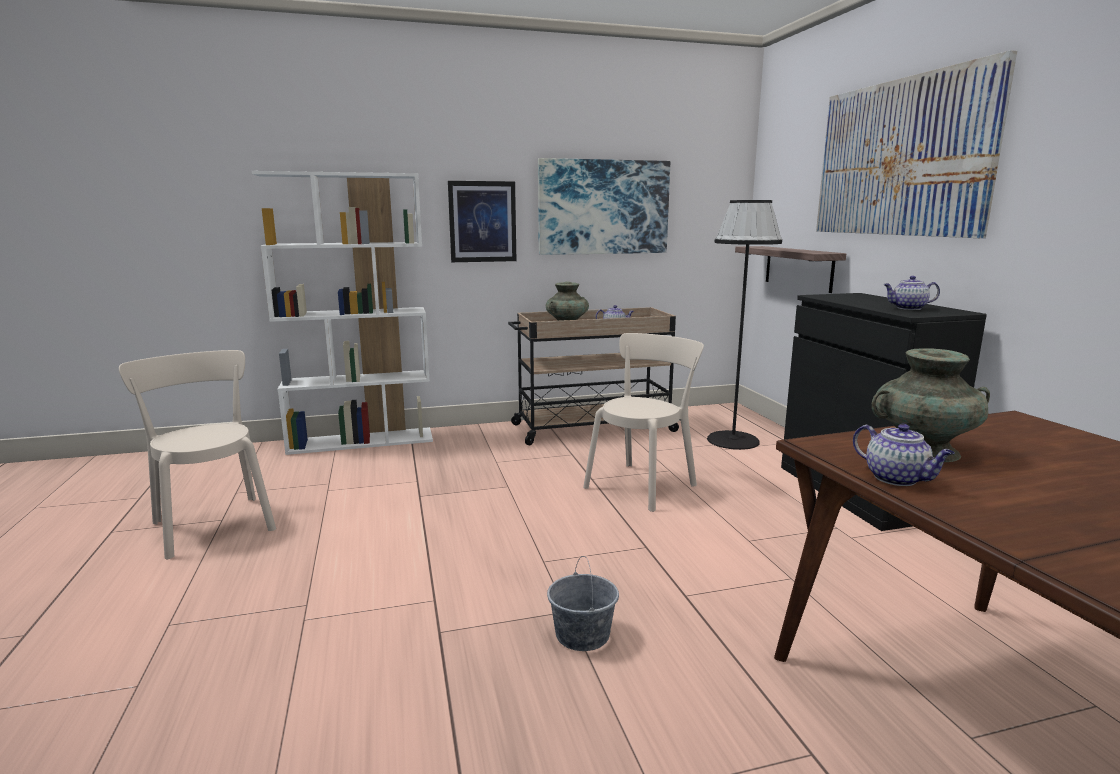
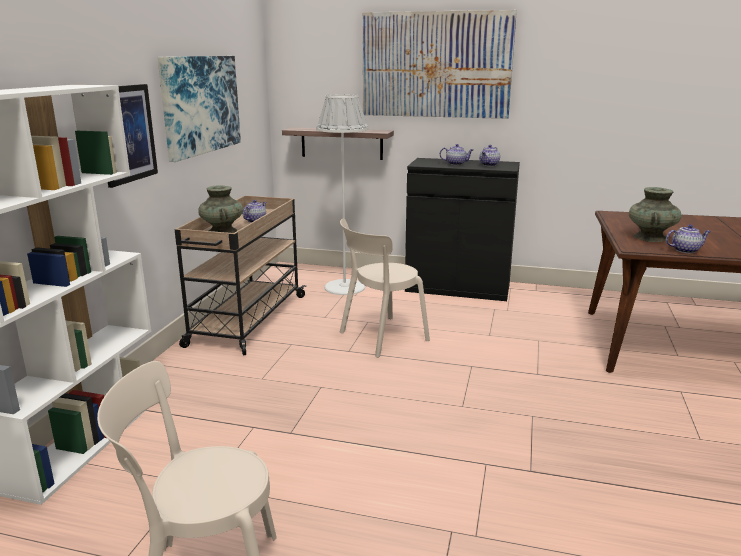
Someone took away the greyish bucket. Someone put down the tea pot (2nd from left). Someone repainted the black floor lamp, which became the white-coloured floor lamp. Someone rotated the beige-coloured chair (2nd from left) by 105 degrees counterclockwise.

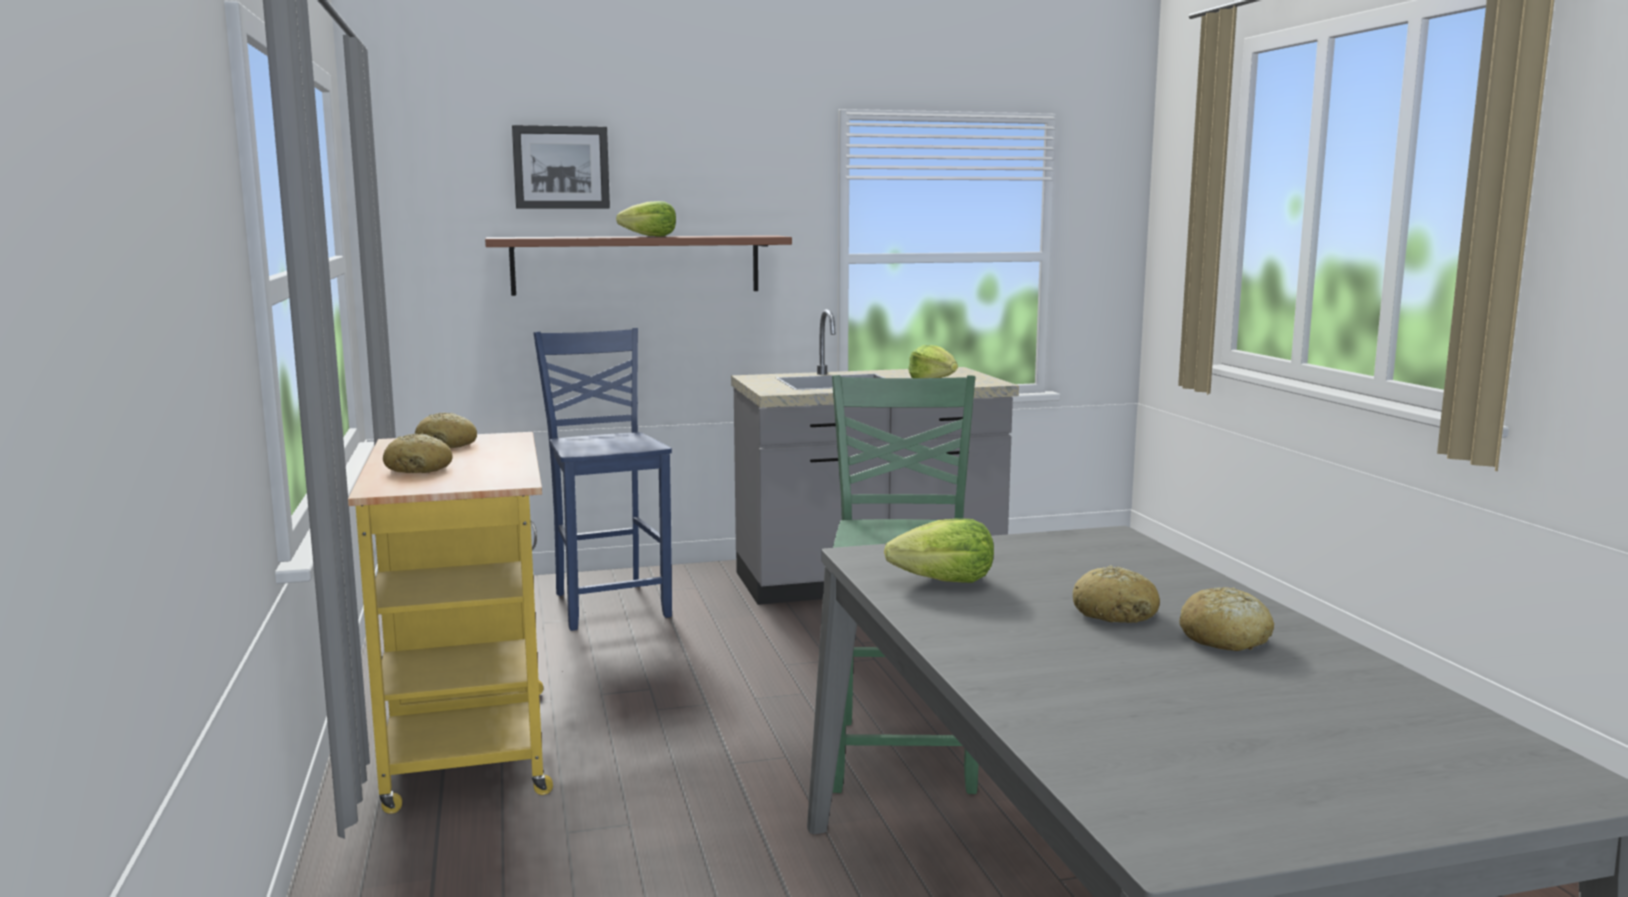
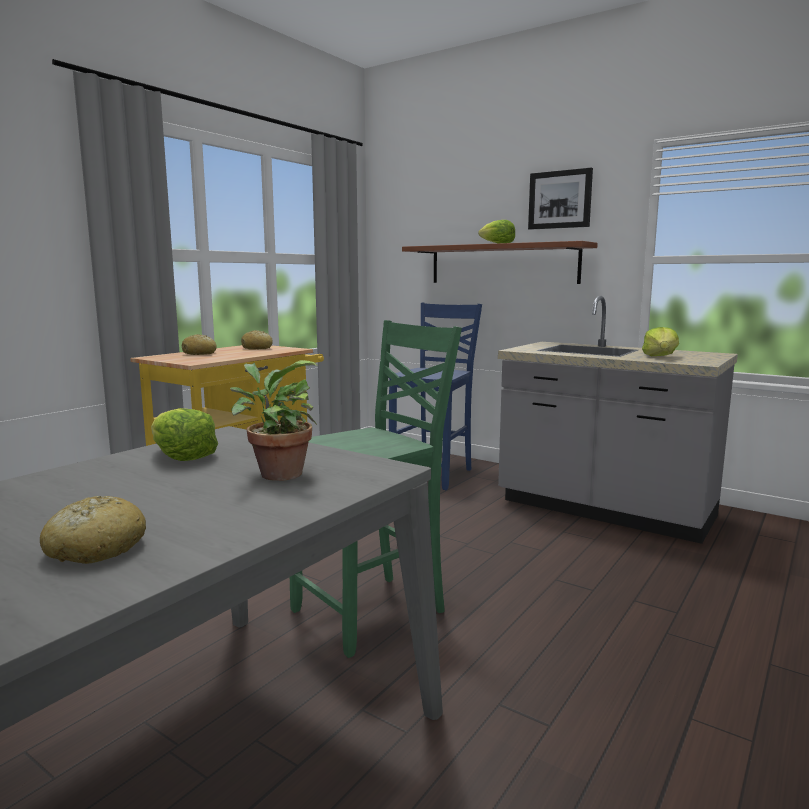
Someone took away the bread (3rd from left). Someone put down the potted plant. Someone carried the wall art.

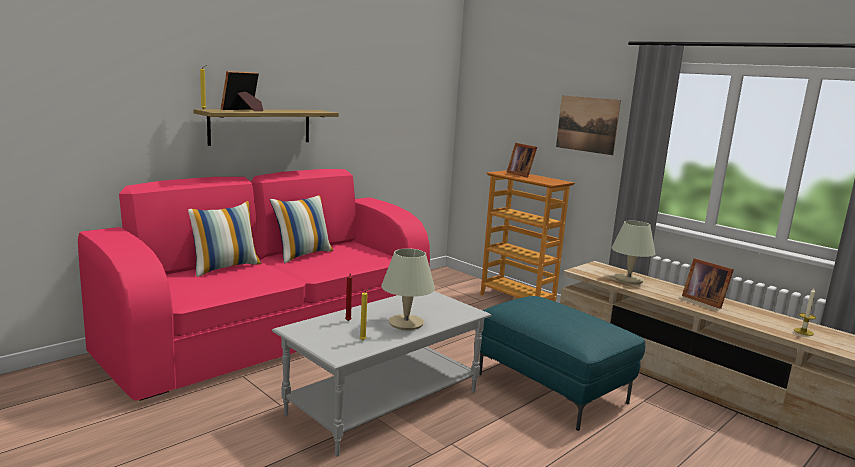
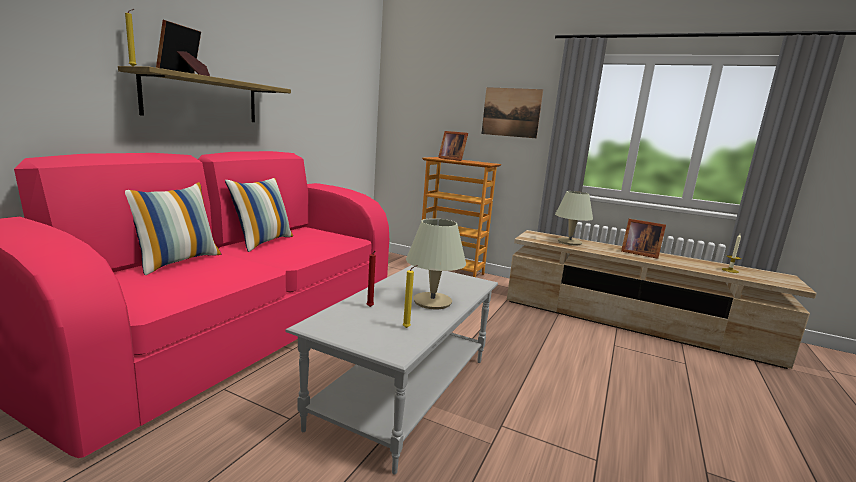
Someone took away the turquoise ottoman.

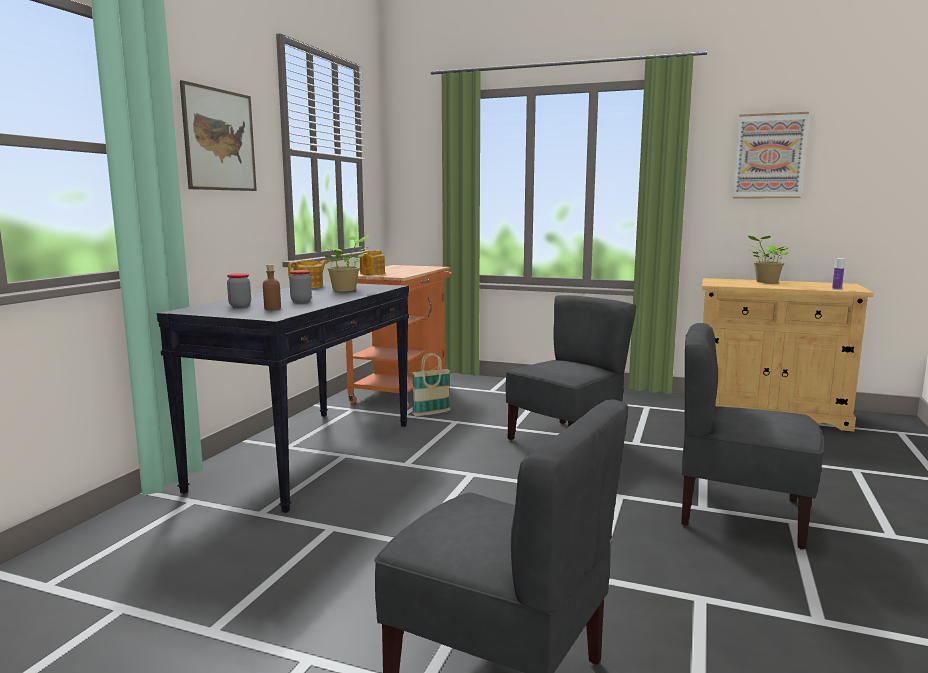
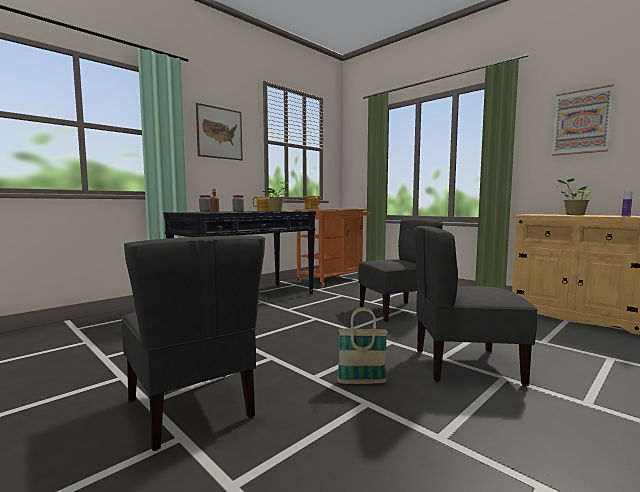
Someone carried the basket. Someone rotated the greyish chair (3rd from left) by 45 degrees counterclockwise.

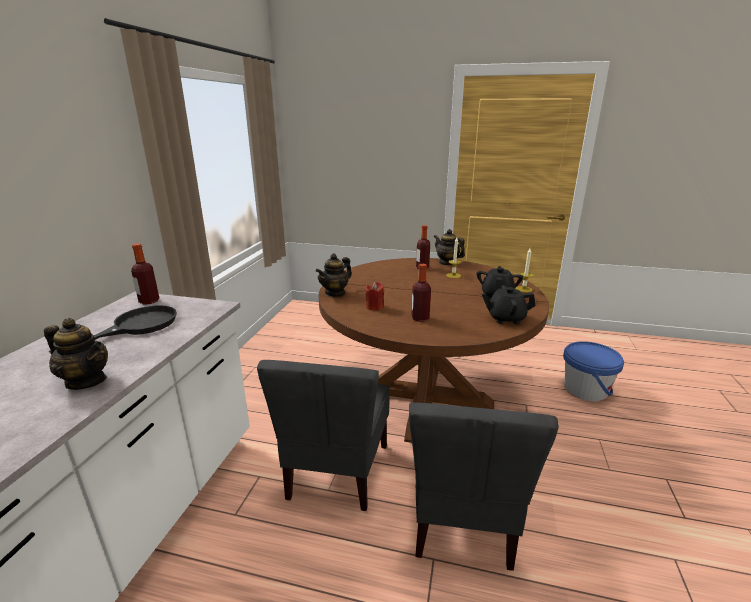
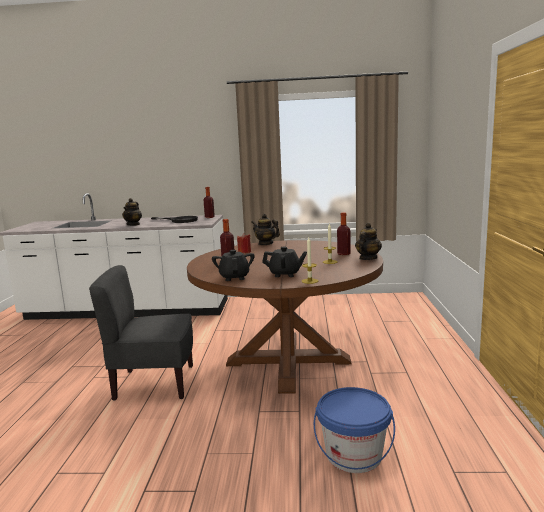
Someone took away the greyish chair (1st from left).

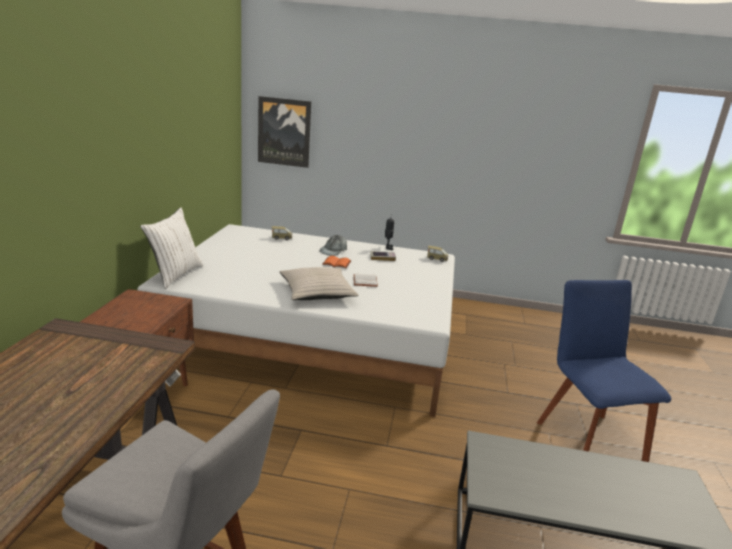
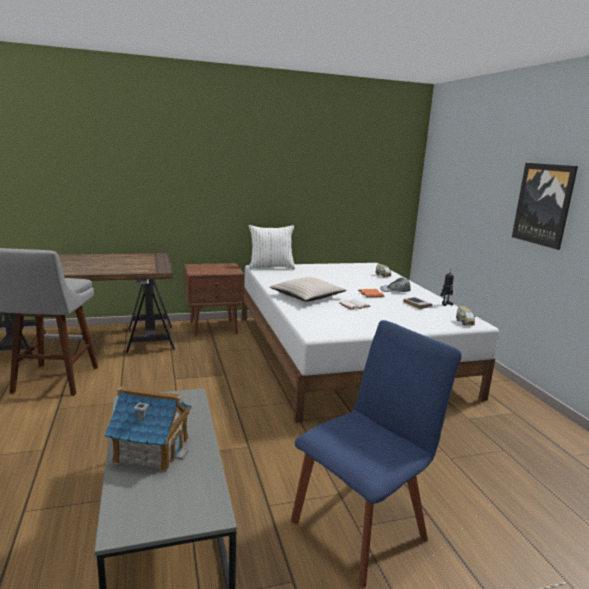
Someone put down the miniature house. Someone carried the wall art.

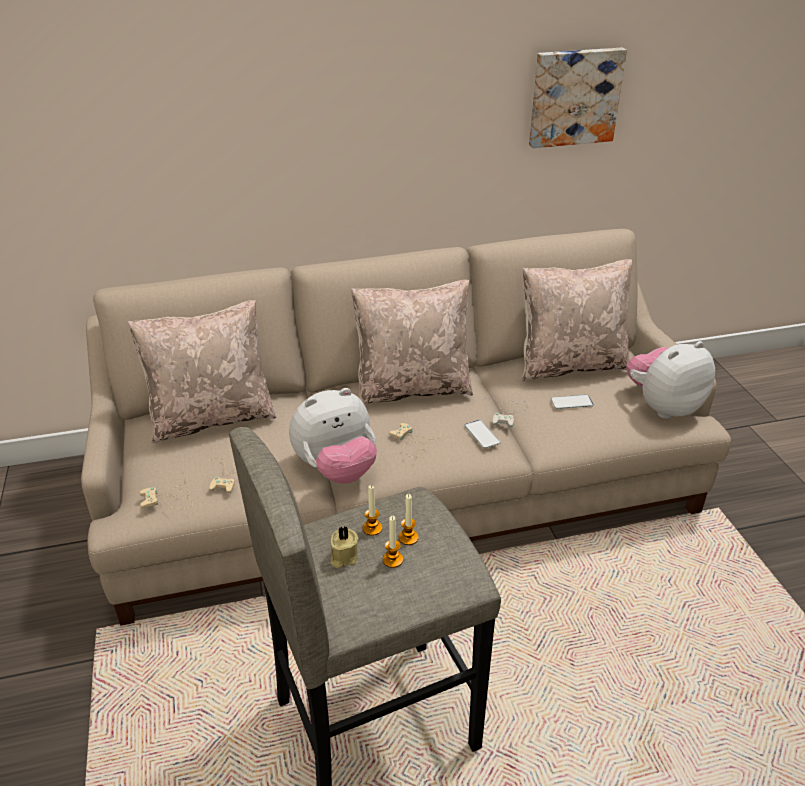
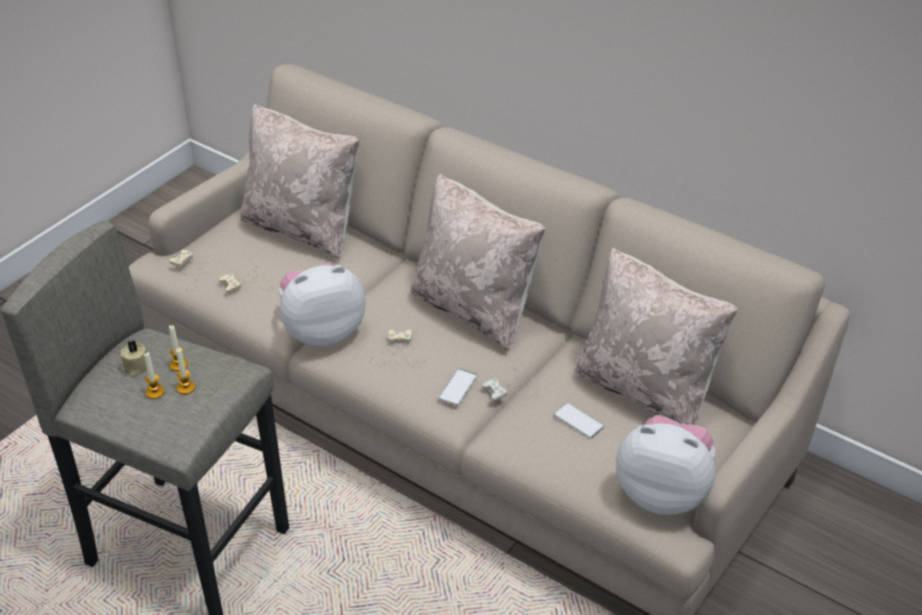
Someone took away the wall art. Someone rotated the plush toy (1st from left) by 135 degrees clockwise.

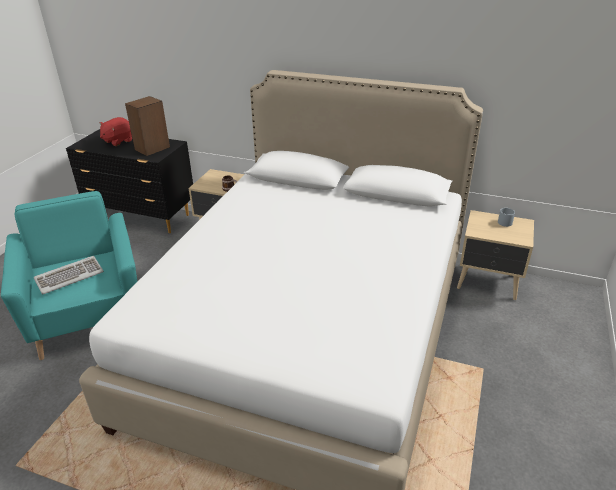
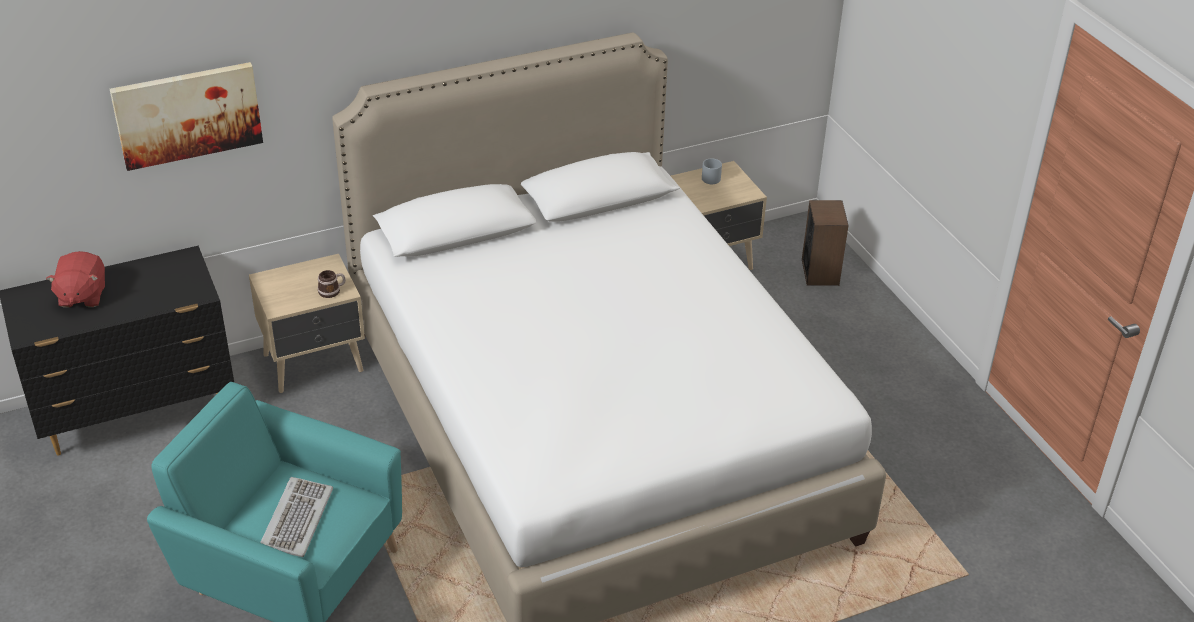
Someone put up the wall art. Someone carried the speaker.

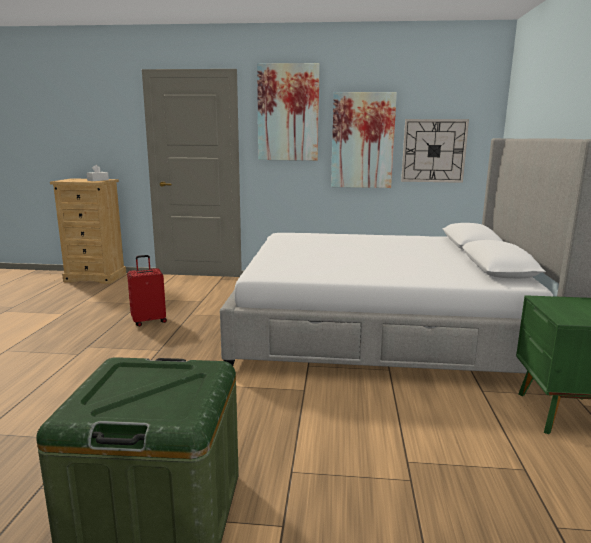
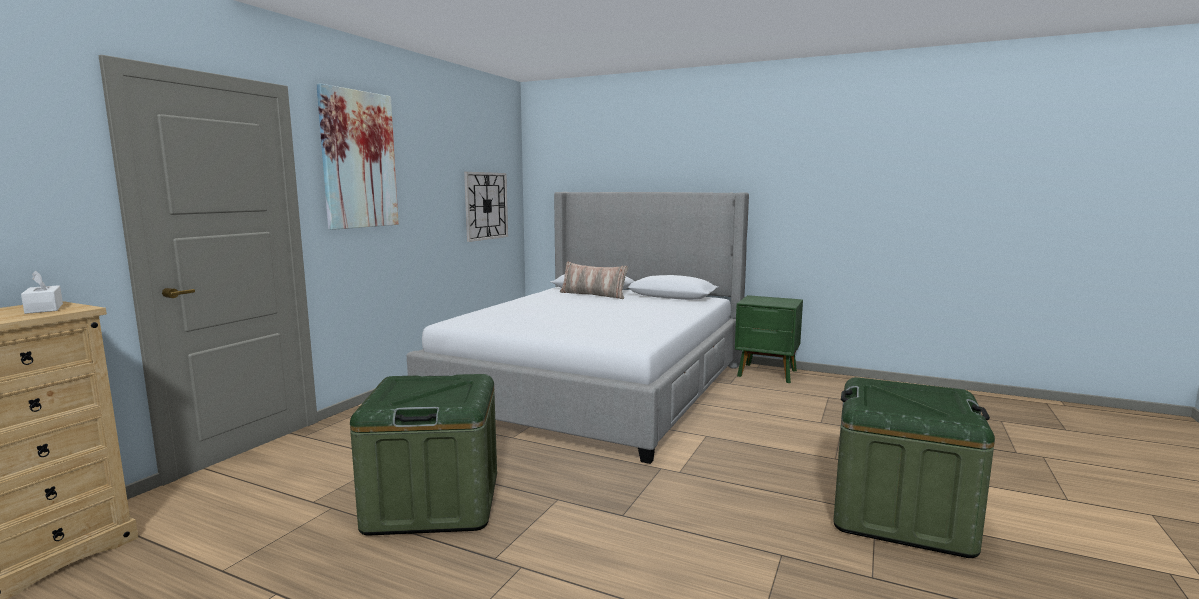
Someone took away the wall art (2nd from left). Someone put down the cushion. Someone swapped the reddish piece of luggage for the green-coloured storage container (1st from left).

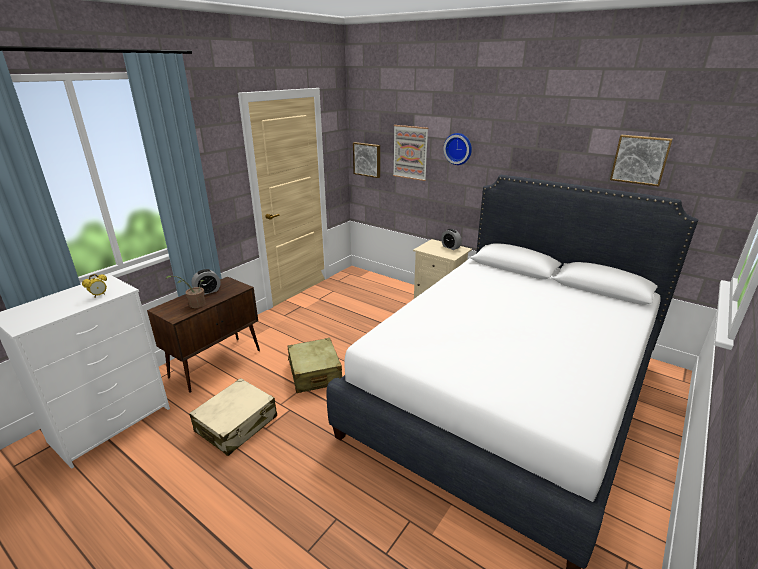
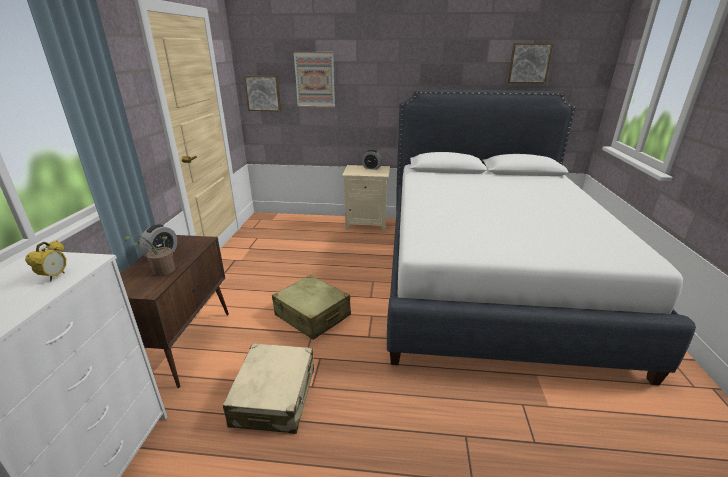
Someone took away the clock on the wall.

